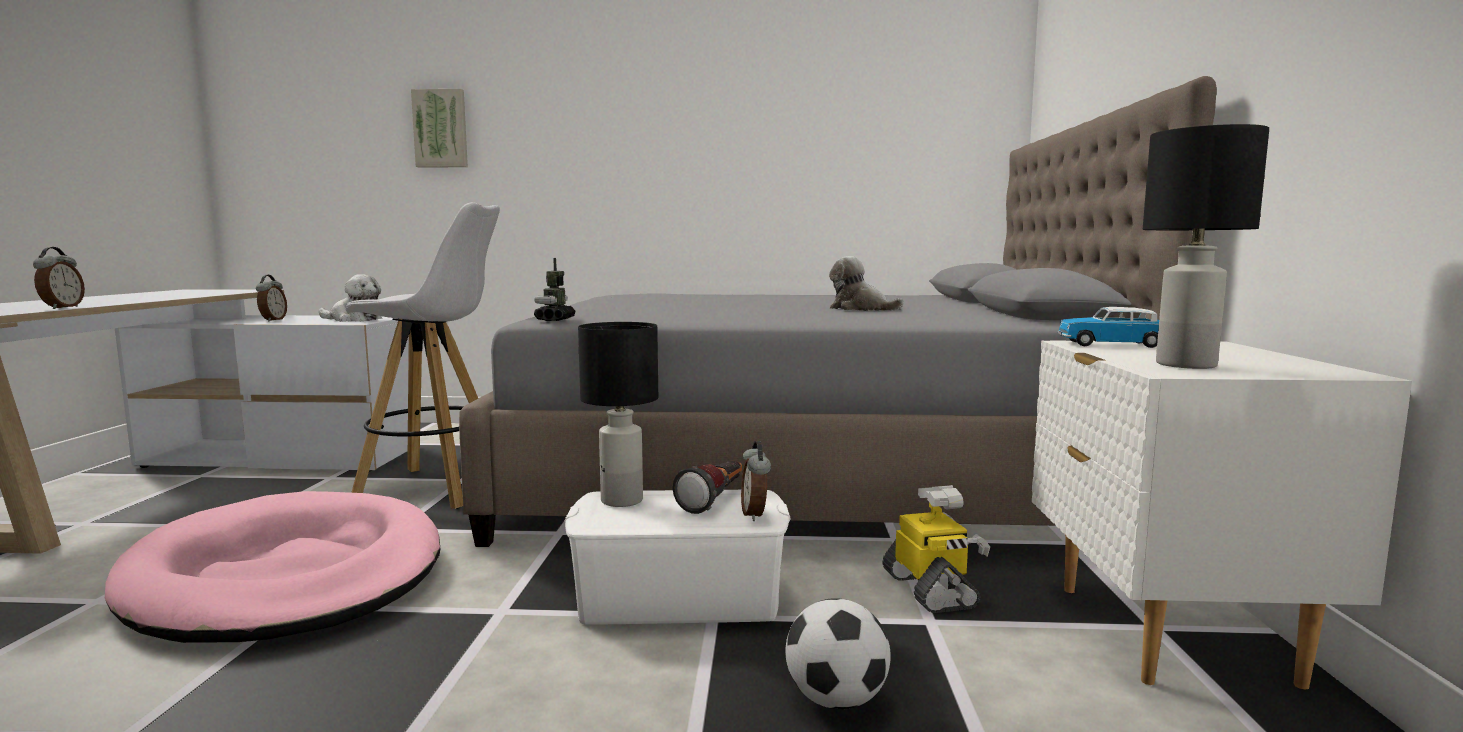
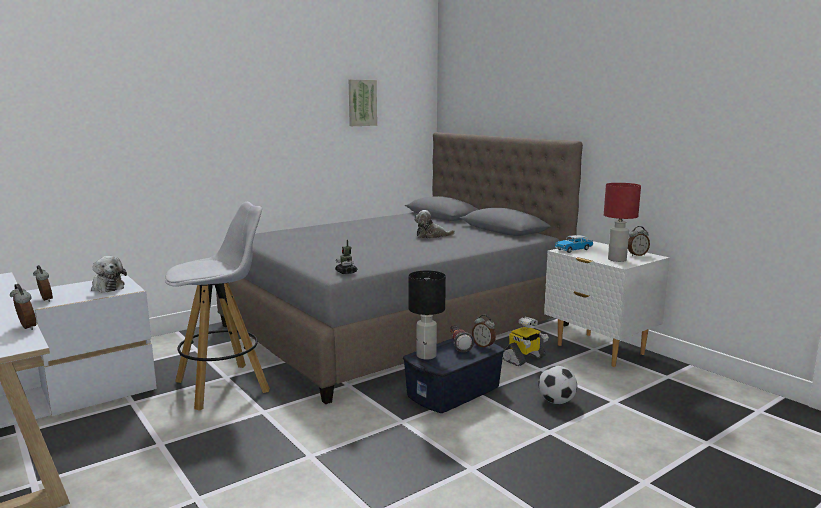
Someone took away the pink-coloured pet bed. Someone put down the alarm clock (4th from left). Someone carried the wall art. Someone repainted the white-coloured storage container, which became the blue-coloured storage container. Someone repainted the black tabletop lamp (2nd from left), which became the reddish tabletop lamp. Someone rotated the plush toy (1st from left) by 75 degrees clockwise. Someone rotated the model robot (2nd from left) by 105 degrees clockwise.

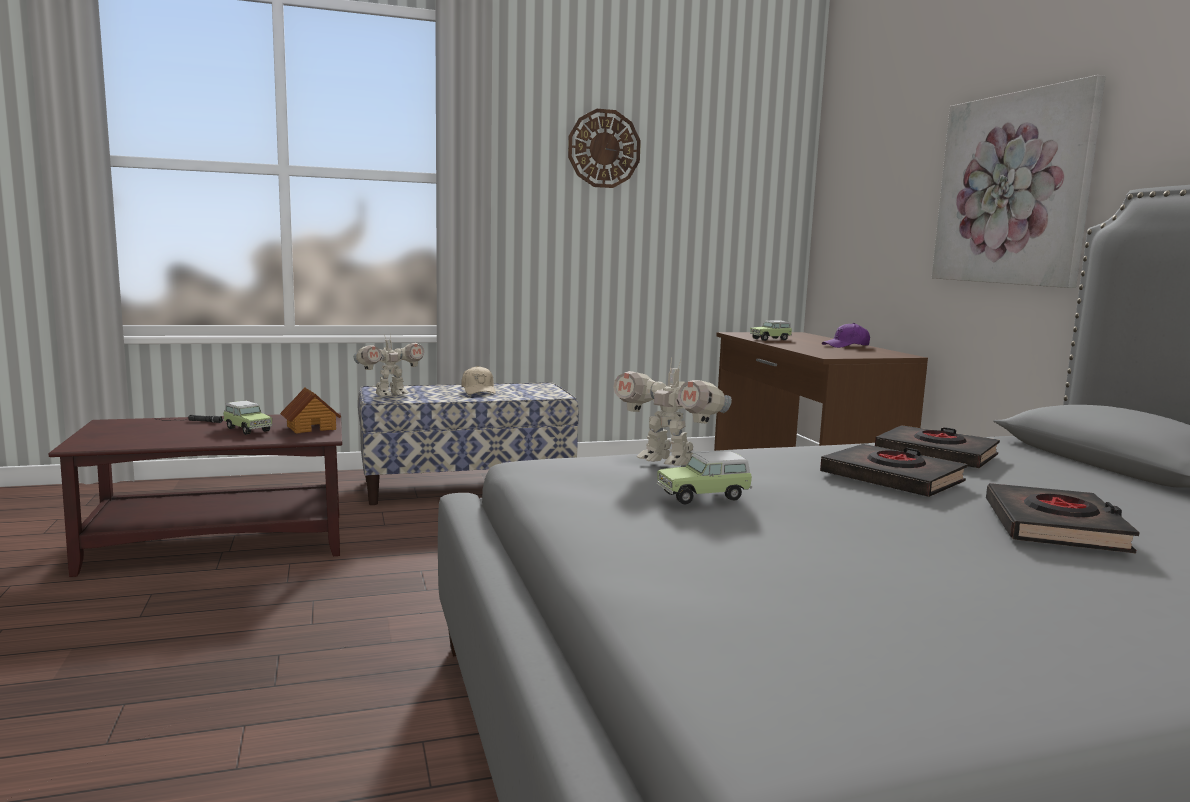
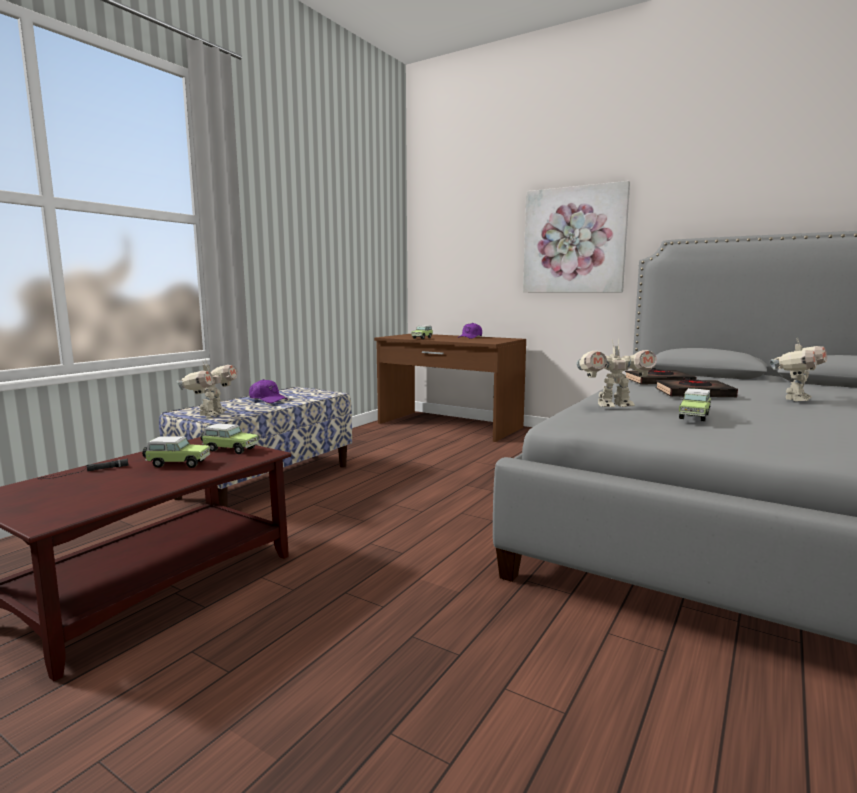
Someone took away the clock on the wall. Someone swapped the miniature house for the miniature car (2nd from left). Someone swapped the black book (3rd from left) for the model robot (3rd from left). Someone repainted the beige-coloured peaked cap, which became the purple-coloured peaked cap (1st from left).

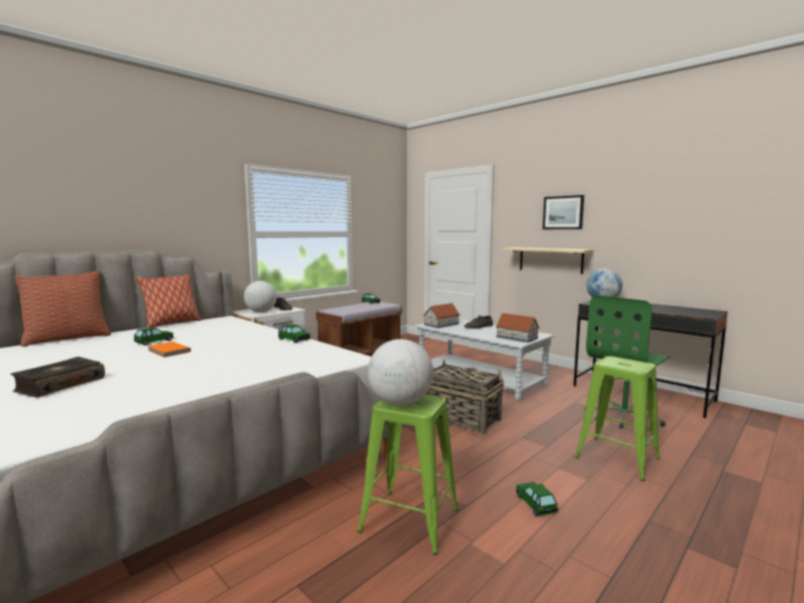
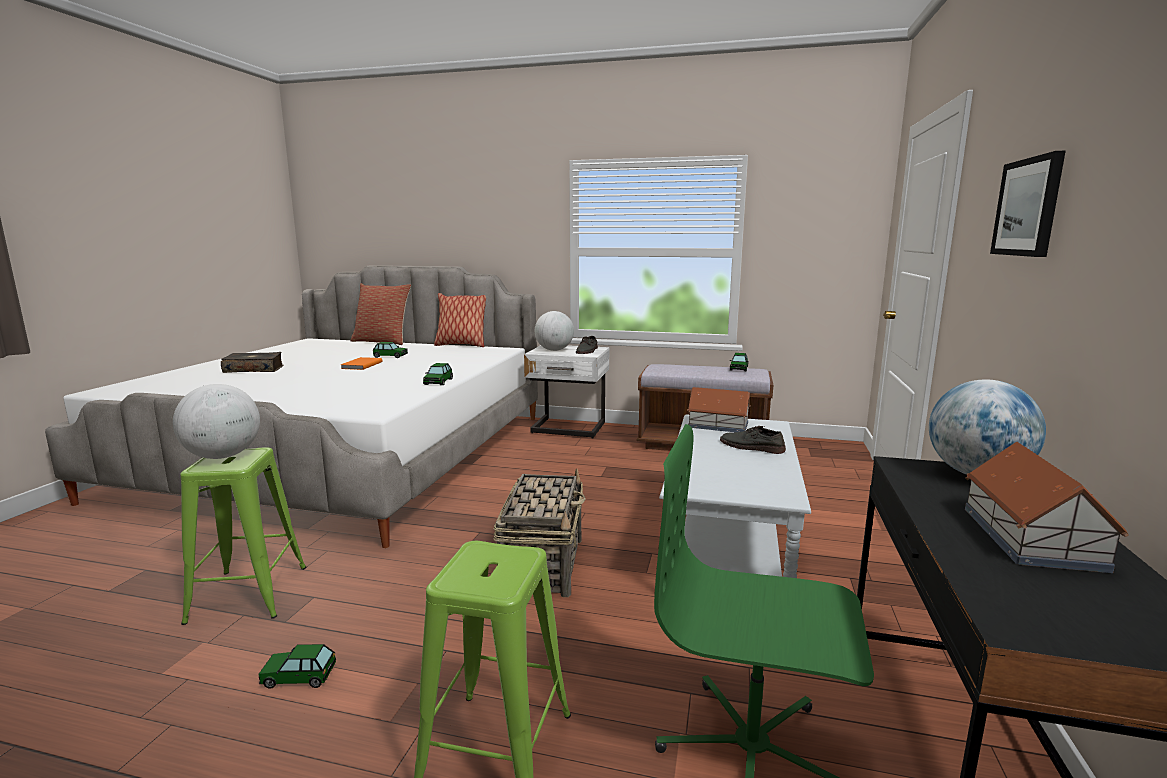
Someone took away the beige-coloured bracket shelf. Someone carried the miniature house (2nd from left). Someone rotated the miniature car (4th from left in the first image) by 135 degrees counterclockwise.

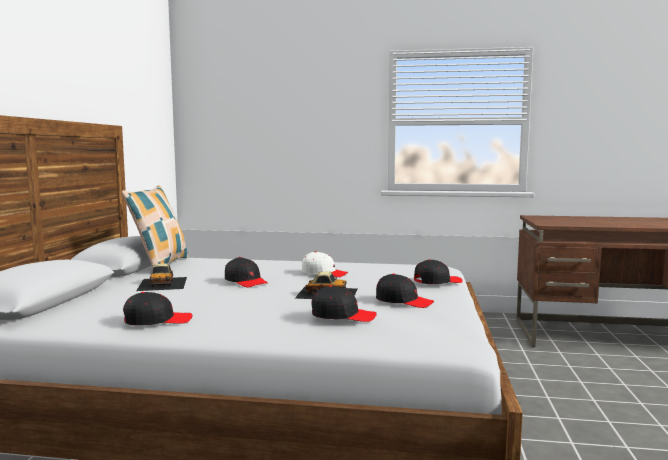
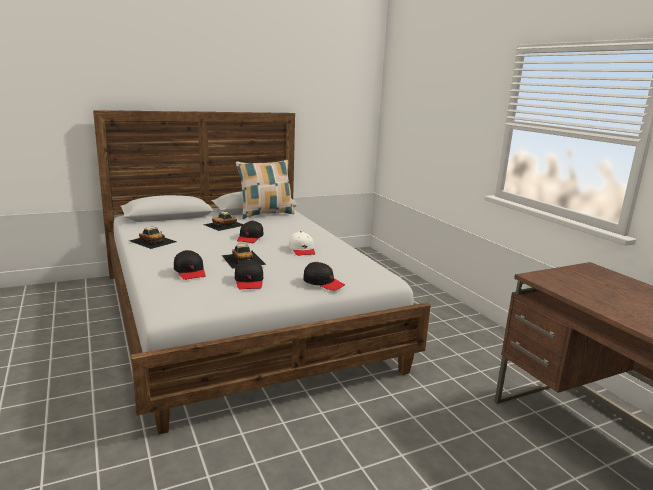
Someone swapped the black peaked cap (1st from left) for the miniature car (1st from left).

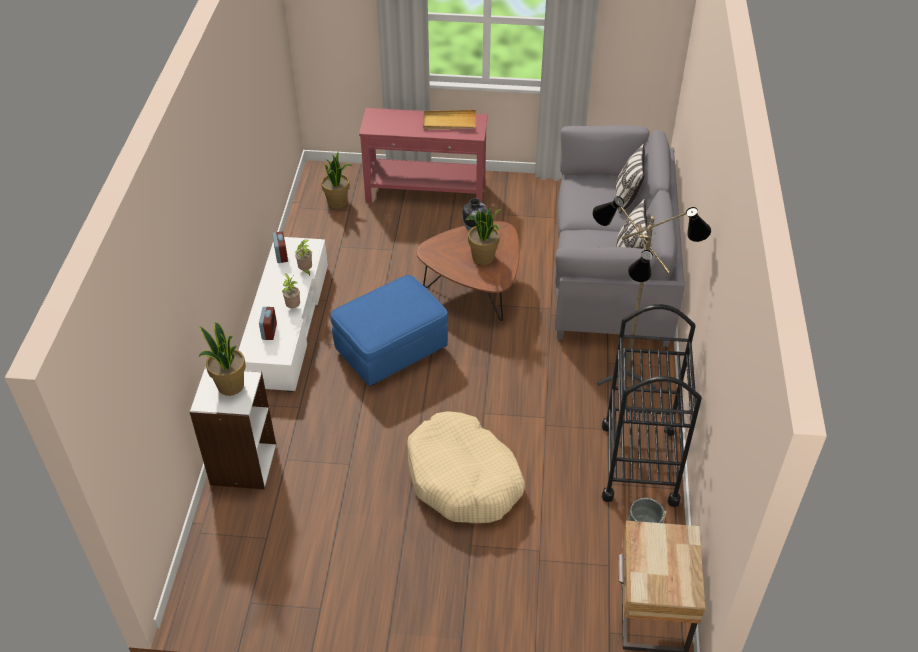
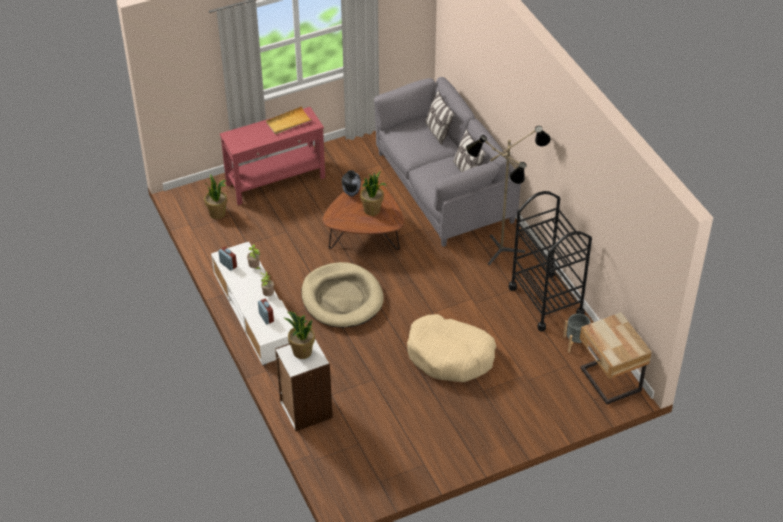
Someone swapped the blue-coloured ottoman for the beige-coloured pet bed (1st from left).

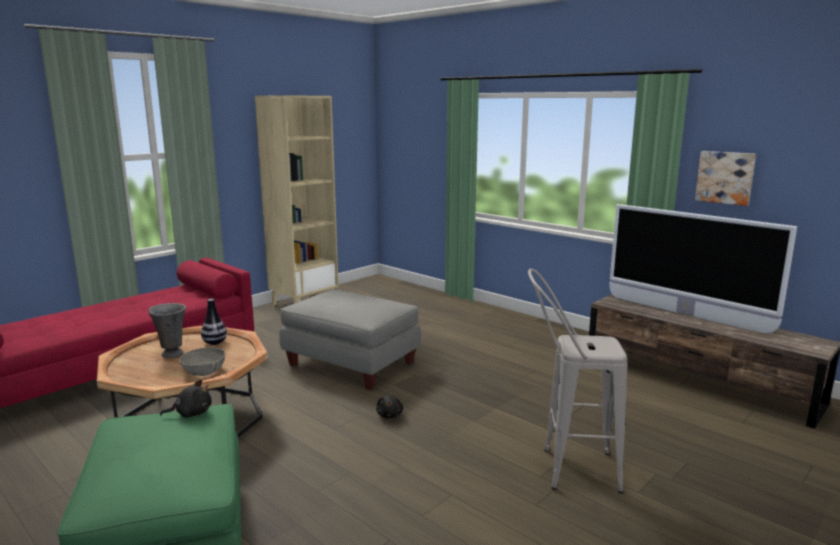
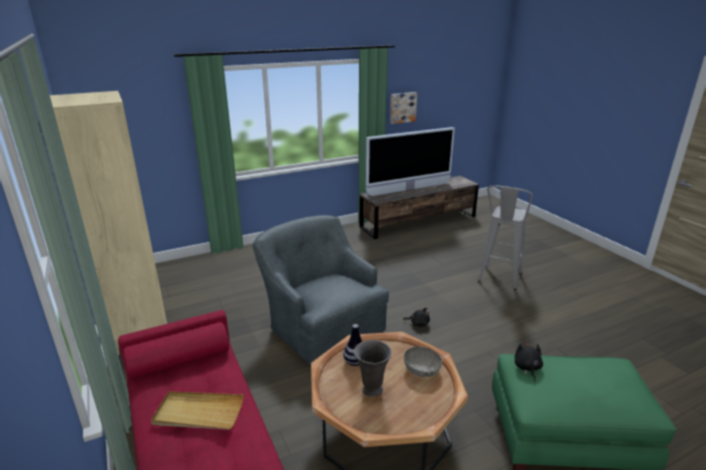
Someone put down the beige-coloured serving tray. Someone swapped the greyish ottoman for the greyish easy chair.

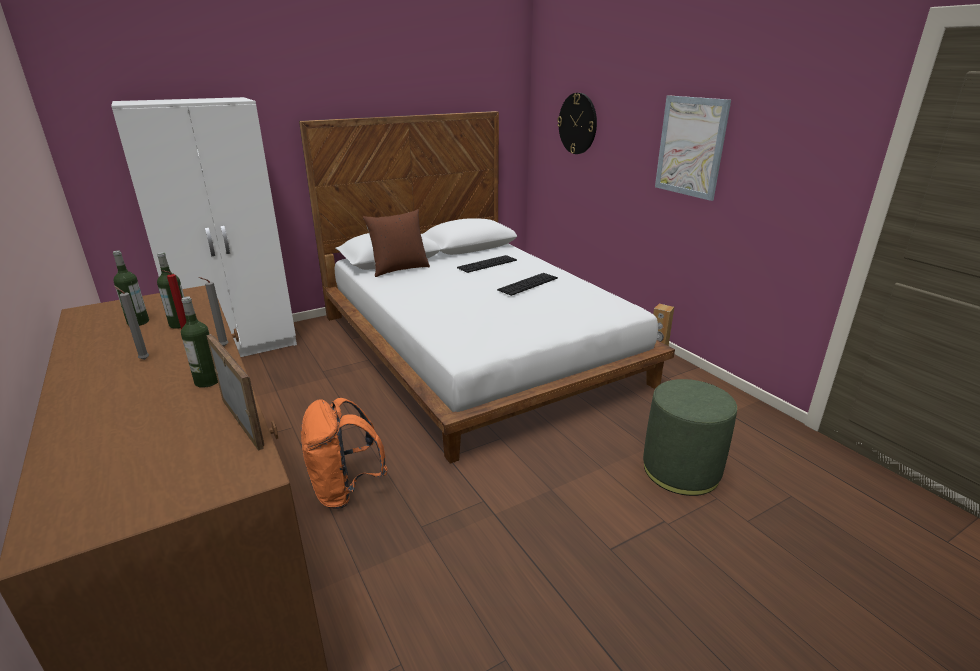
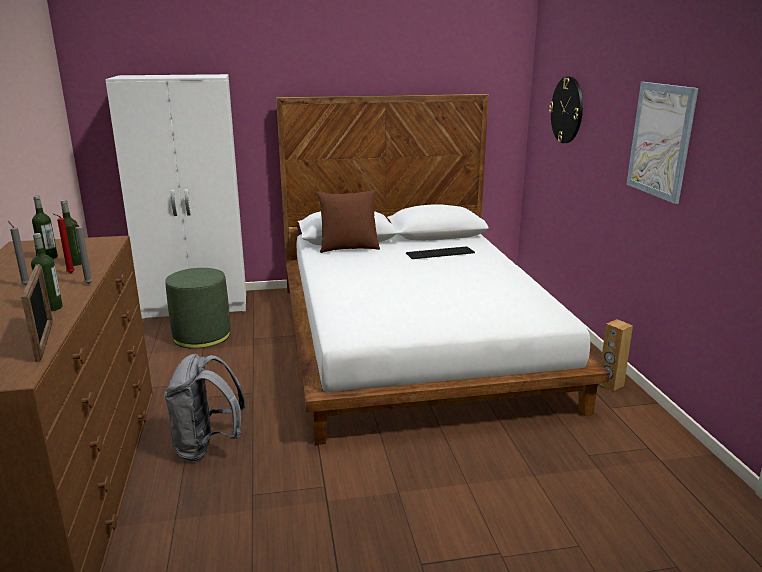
Someone took away the PC keyboard (2nd from left). Someone carried the green-coloured ottoman. Someone repainted the orange-coloured knapsack, which became the greyish knapsack.

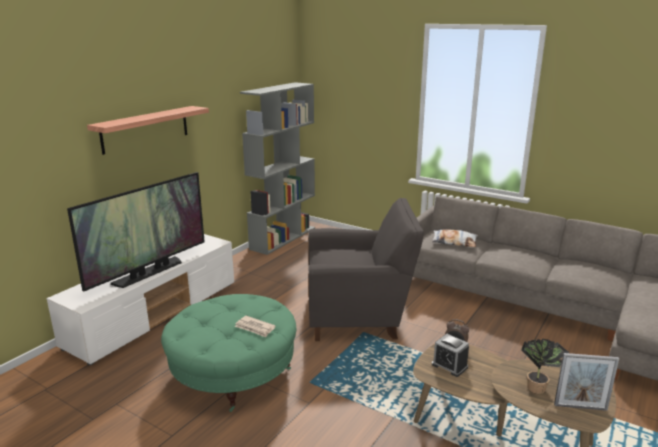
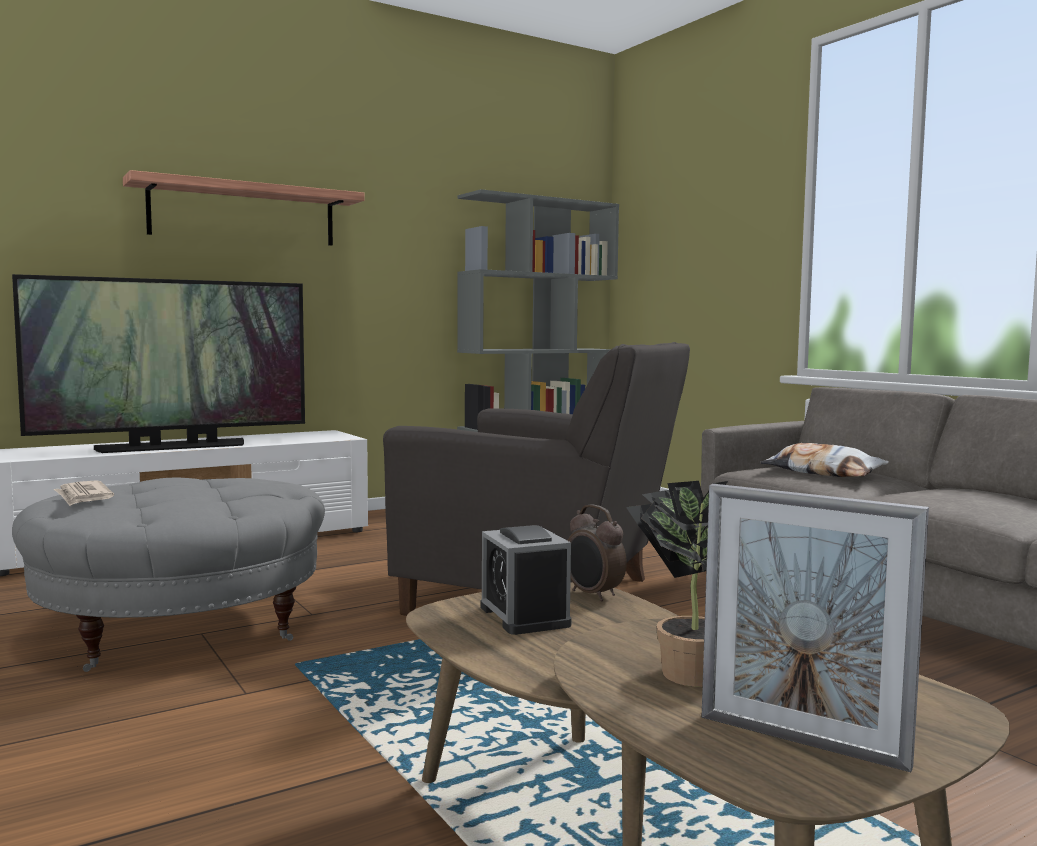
Someone carried the printed paper. Someone repainted the green-coloured ottoman, which became the greyish ottoman.

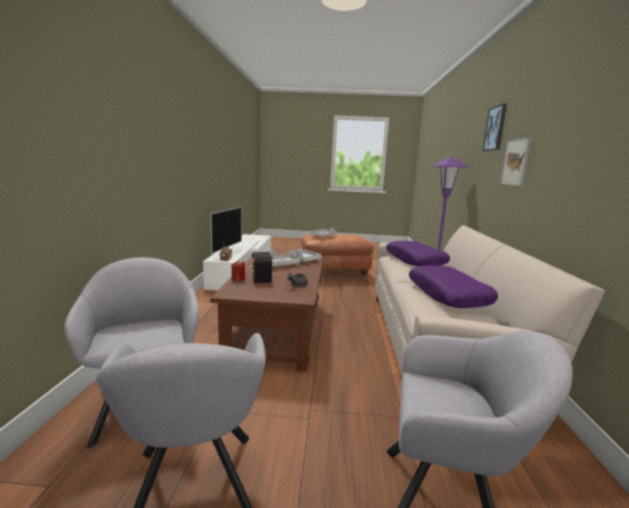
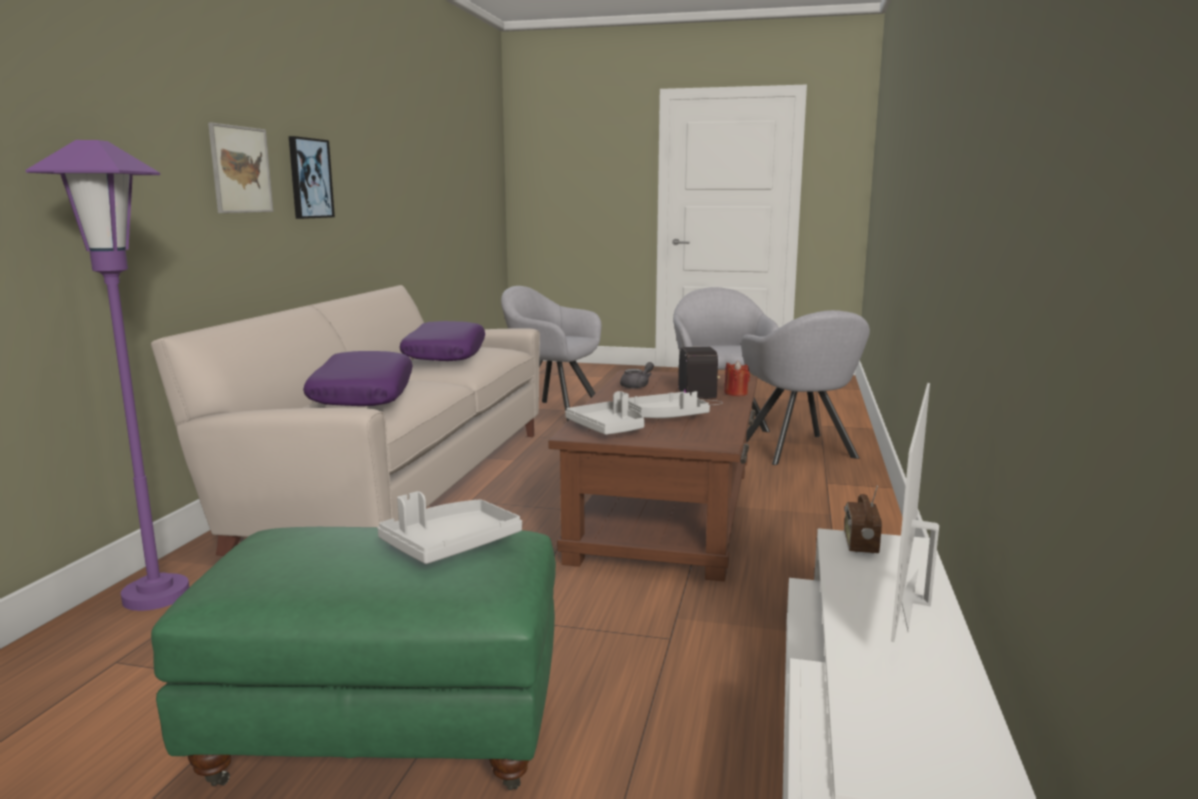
Someone carried the wall art (1st from left in the first image). Someone repainted the brown-coloured ottoman, which became the green-coloured ottoman.

